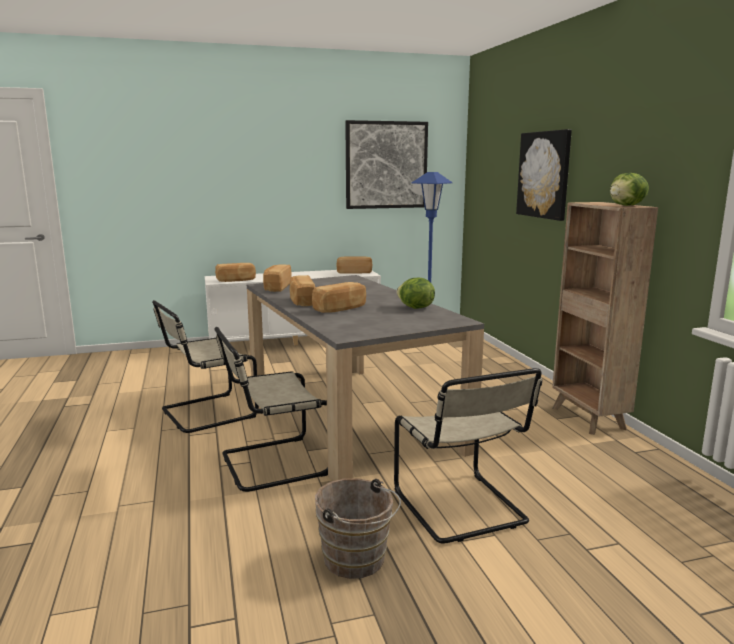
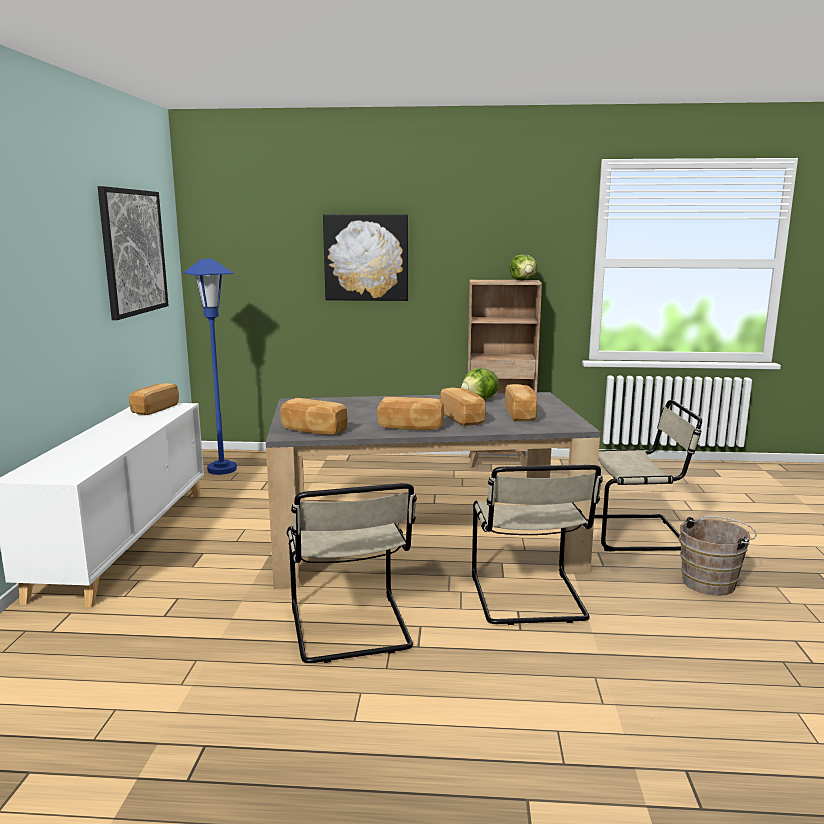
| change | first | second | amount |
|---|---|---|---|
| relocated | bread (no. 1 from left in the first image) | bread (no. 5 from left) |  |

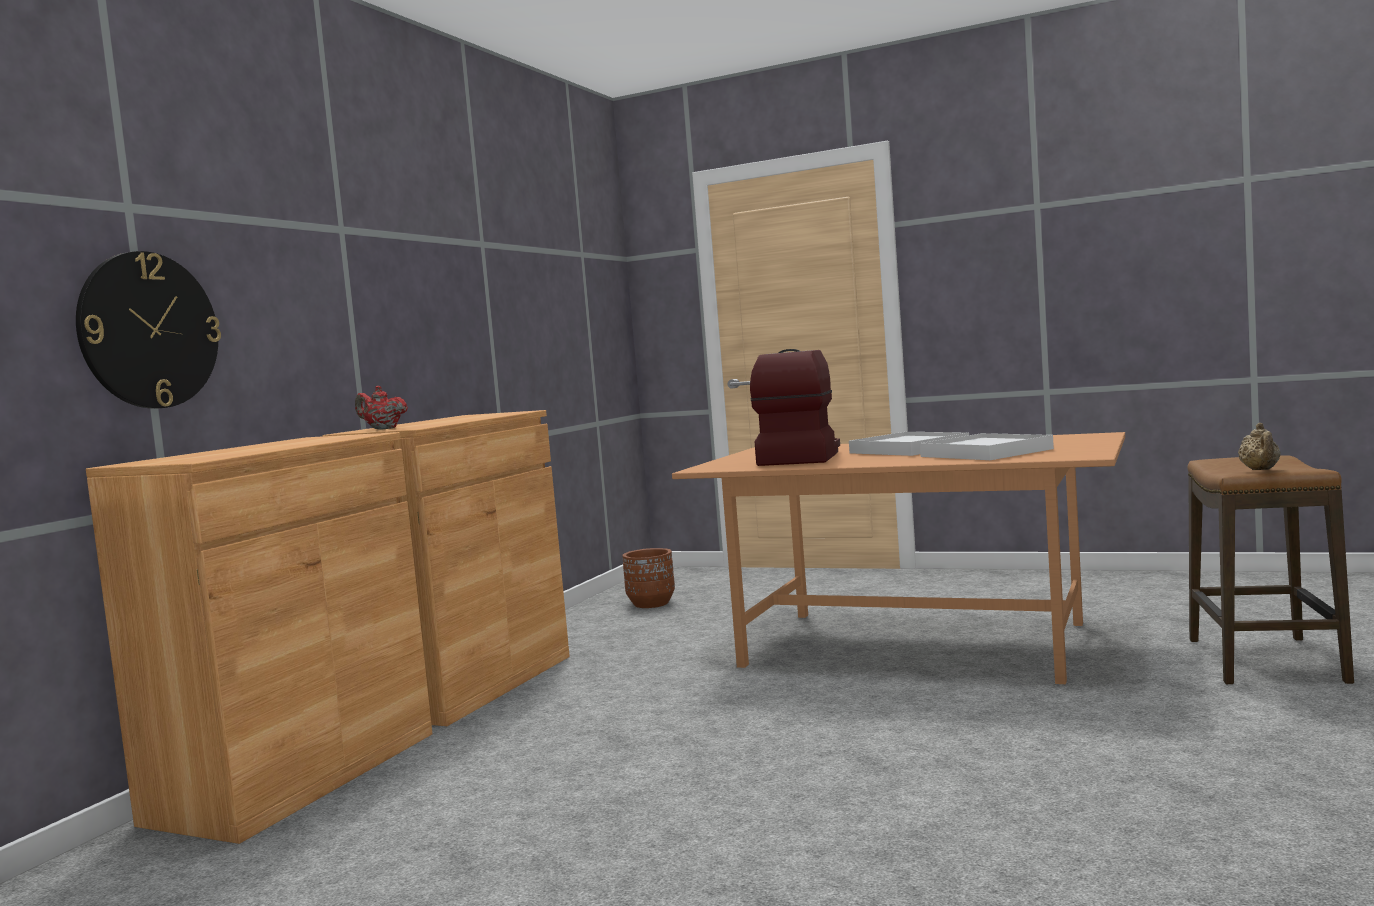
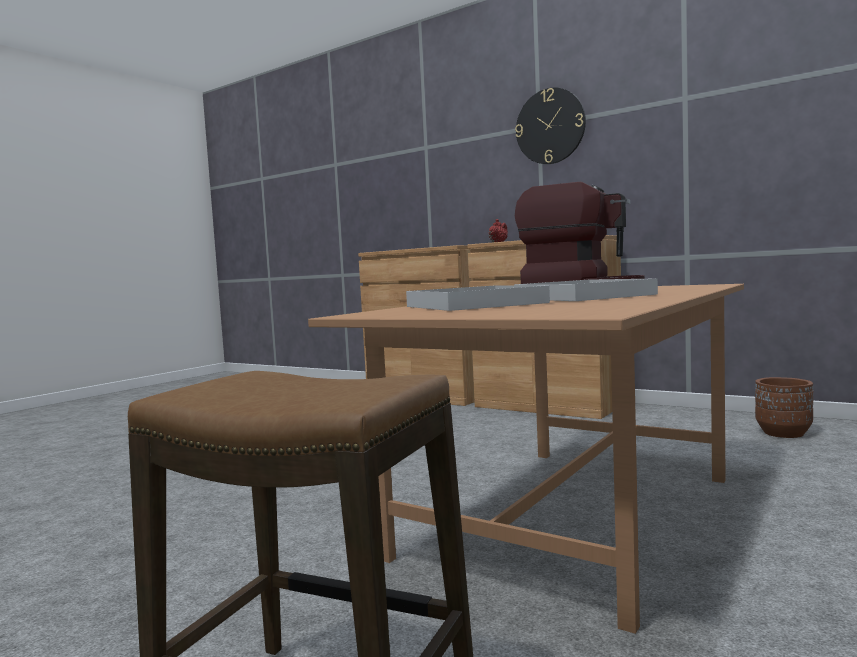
| change | first | second | amount |
|---|---|---|---|
| relocated | wall clock |  |  |
| missing | beige teapot |  |  |

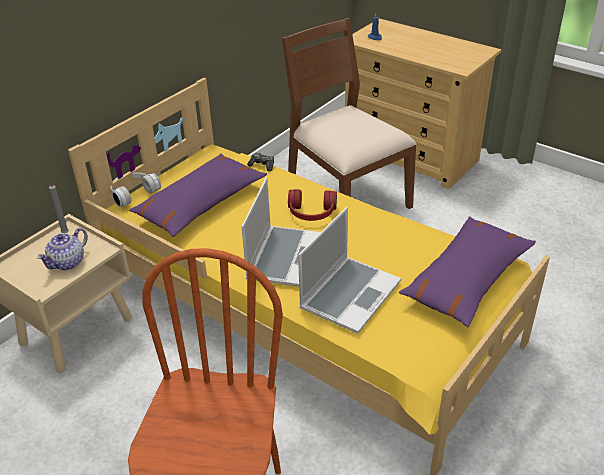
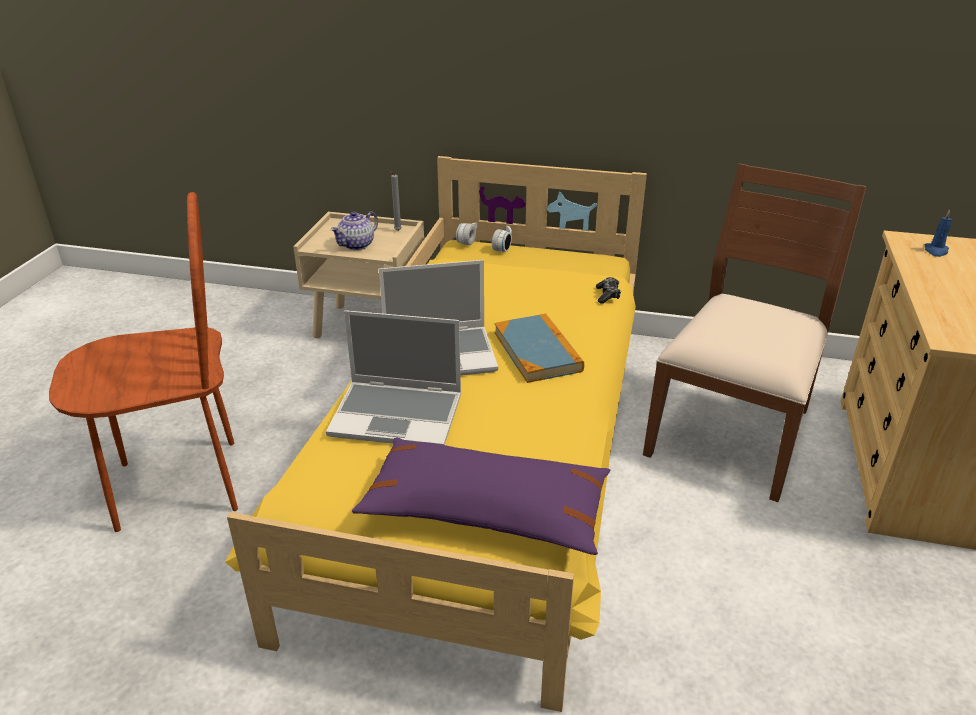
| change | first | second | amount |
|---|---|---|---|
| spun | teapot |  | 60 degrees counterclockwise |
| exchanged | red headphones | book |  |
| missing | purple pillow (no. 1 from left) |  |  |

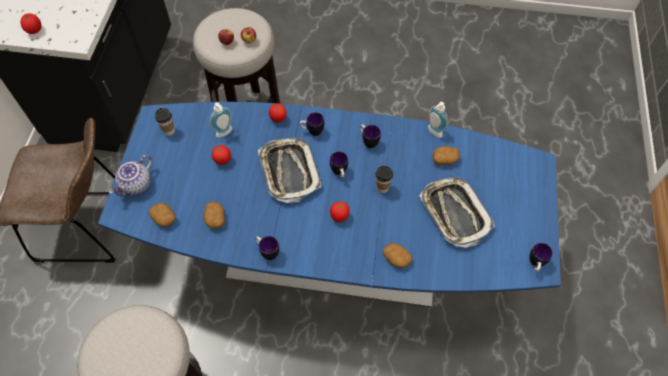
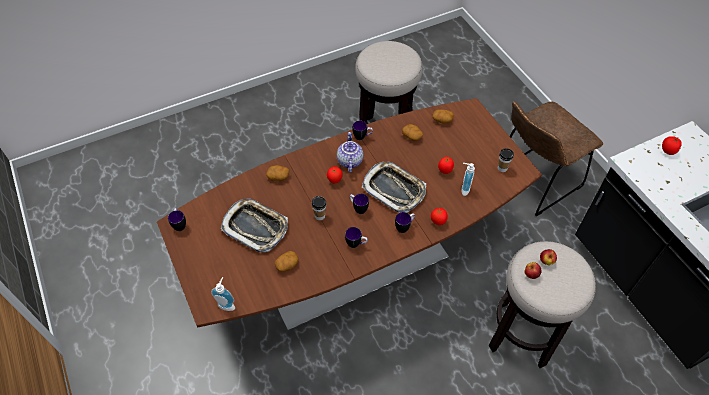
| change | first | second | amount |
|---|---|---|---|
| colour | blue dining table | brown dining table |  |
| relocated | soap dispenser (no. 2 from left in the first image) | soap dispenser (no. 1 from left) |  |
| relocated | teapot |  |  |

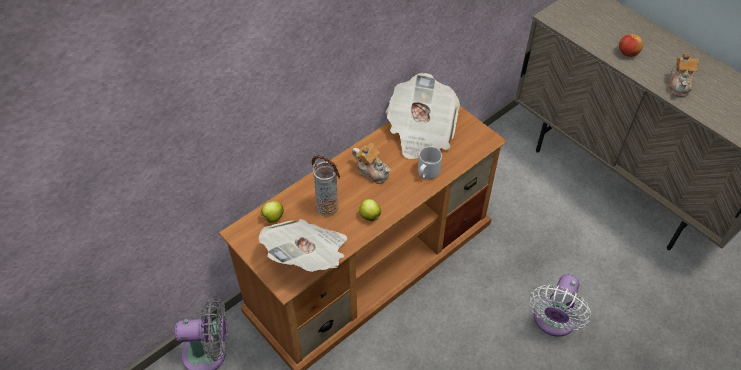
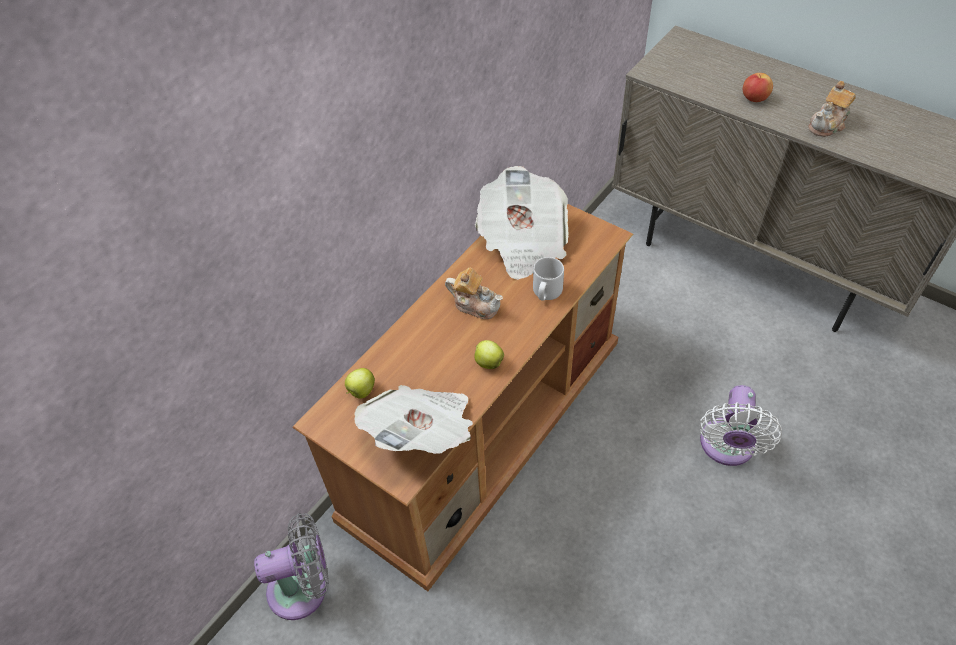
| change | first | second | amount |
|---|---|---|---|
| spun | teapot (no. 2 from left) |  | 45 degrees clockwise |
| missing | vase |  |  |

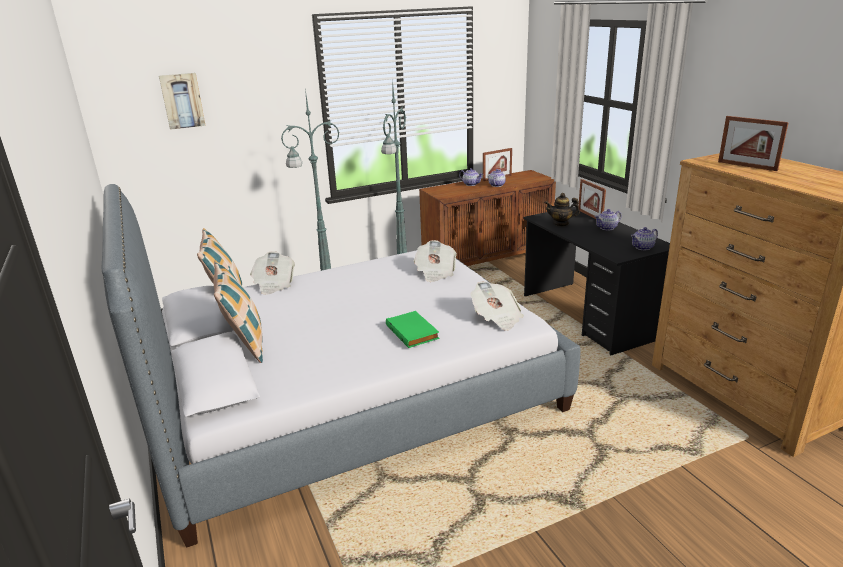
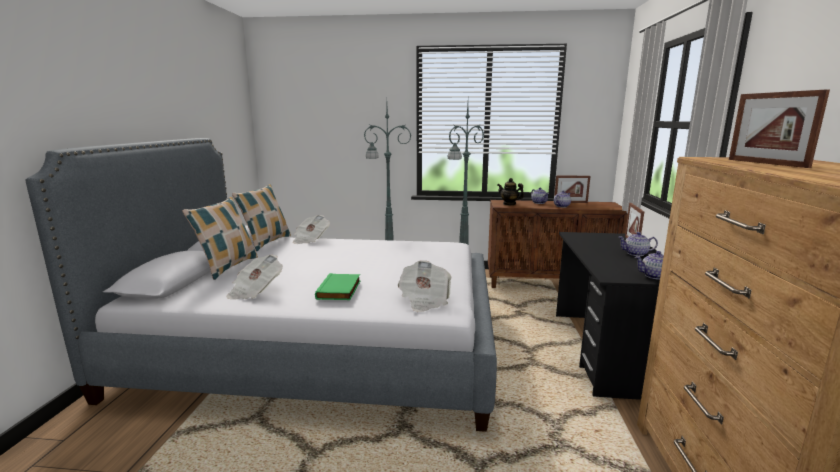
| change | first | second | amount |
|---|---|---|---|
| relocated | newspaper (no. 2 from left in the first image) | newspaper (no. 1 from left) |  |
| relocated | teapot (no. 3 from left in the first image) | teapot (no. 1 from left) |  |
| missing | picture |  |  |

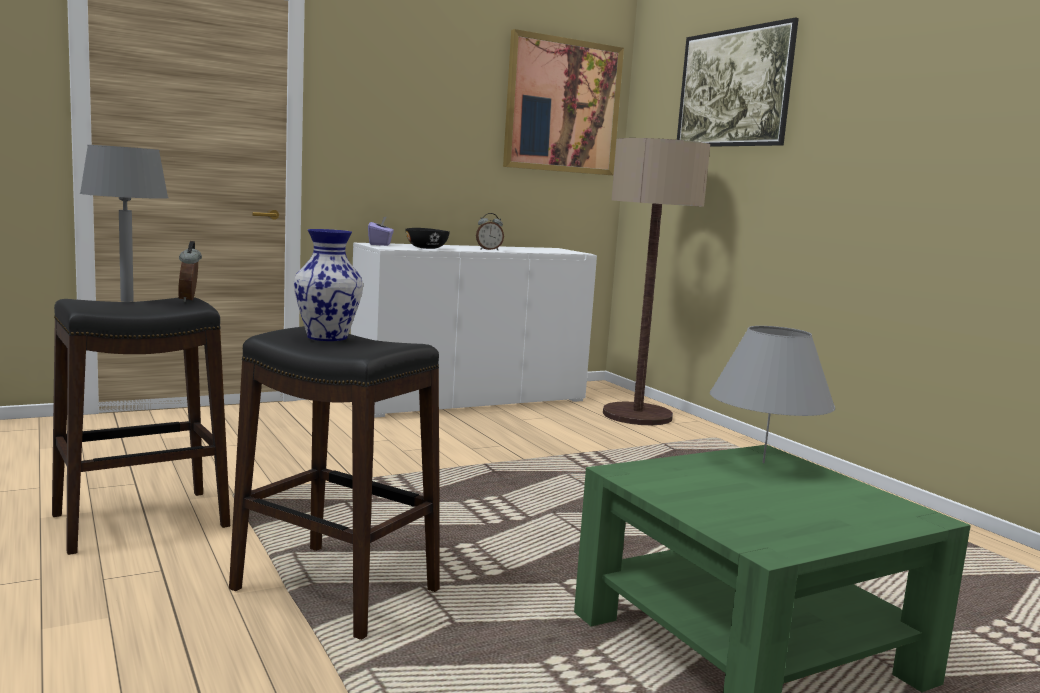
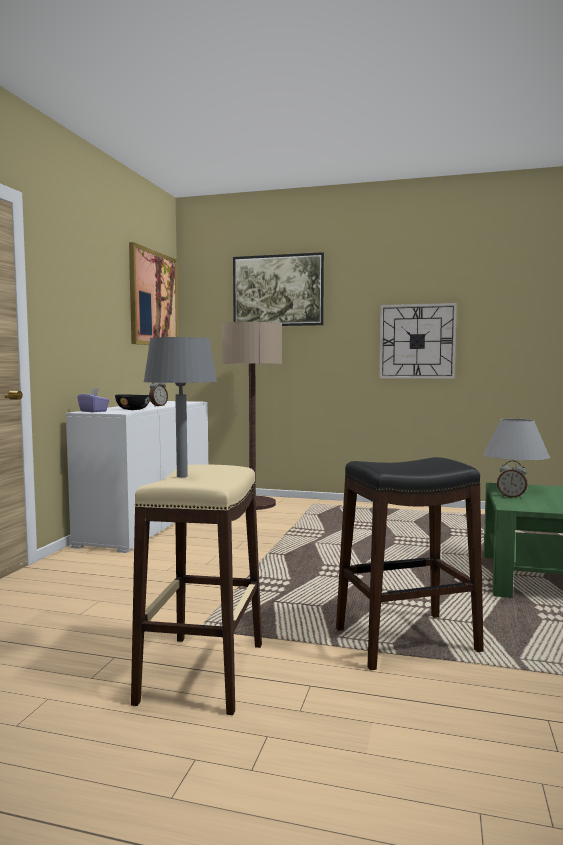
| change | first | second | amount |
|---|---|---|---|
| colour | black stool (no. 1 from left) | beige stool |  |
| appeared |  | wall clock |  |
| relocated | alarm clock (no. 1 from left in the first image) | alarm clock (no. 2 from left) |  |
| missing | vase |  |  |

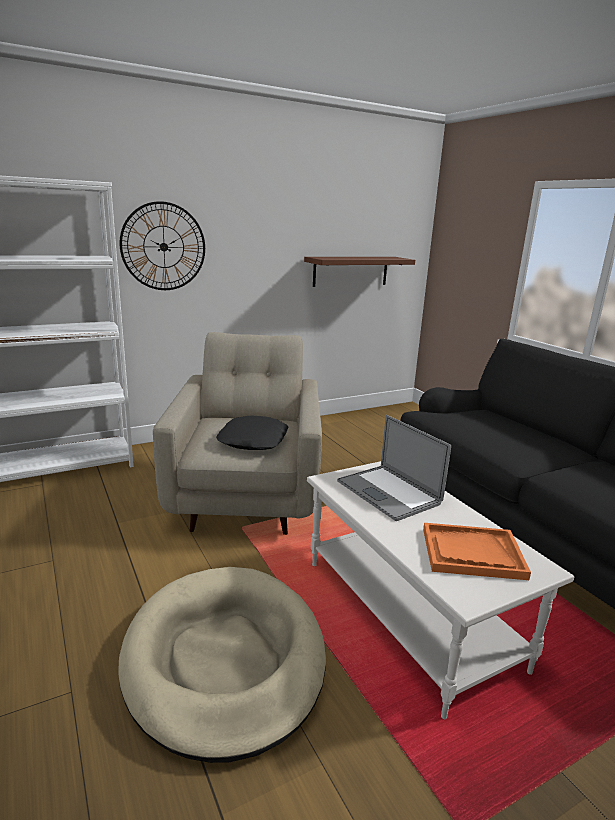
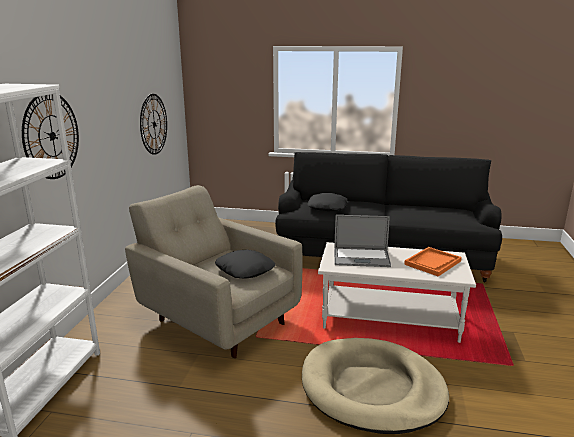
| change | first | second | amount |
|---|---|---|---|
| exchanged | brown shelf | wall clock (no. 2 from left) |  |
| appeared |  | black pillow (no. 2 from left) |  |

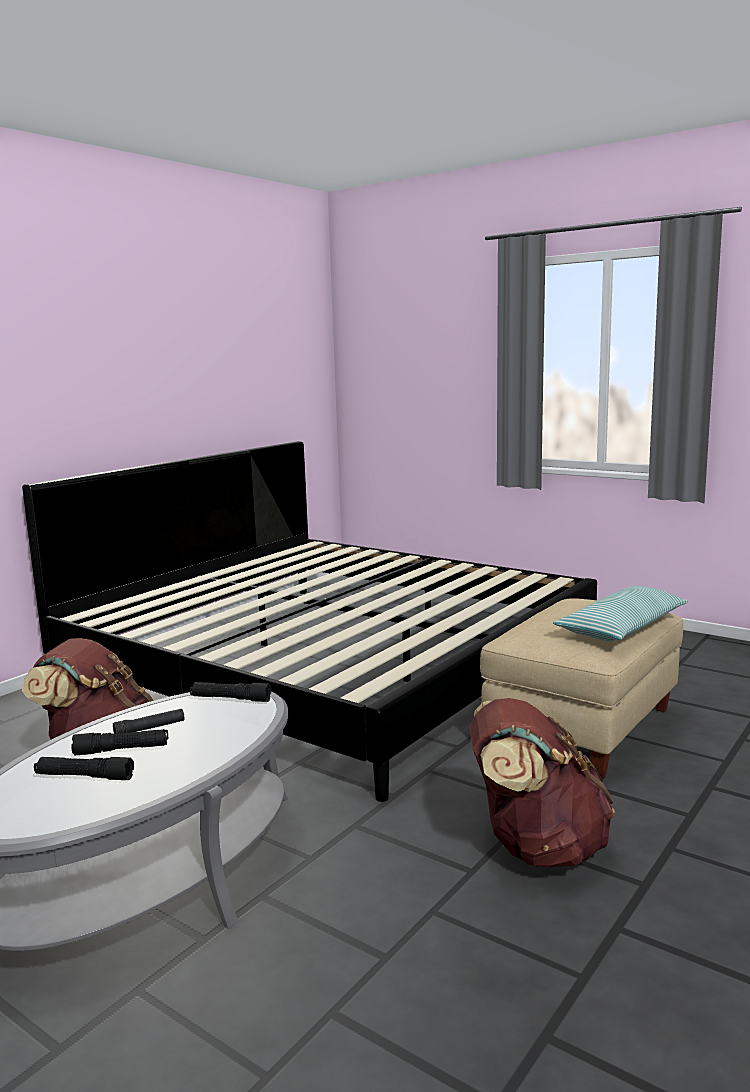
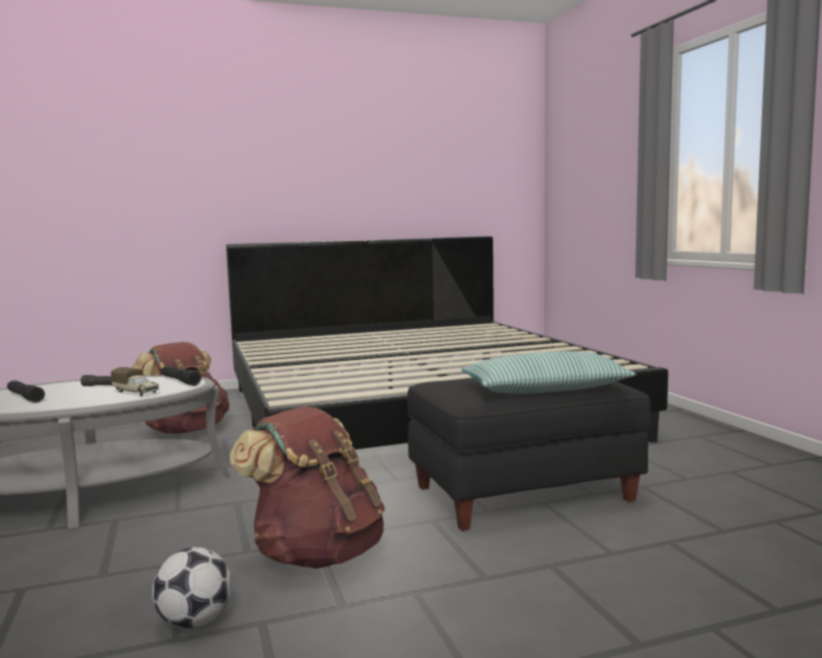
| change | first | second | amount |
|---|---|---|---|
| appeared |  | toy truck |  |
| appeared |  | football |  |
| colour | beige ottoman | black ottoman |  |
| missing | black flashlight (no. 2 from left) |  |  |

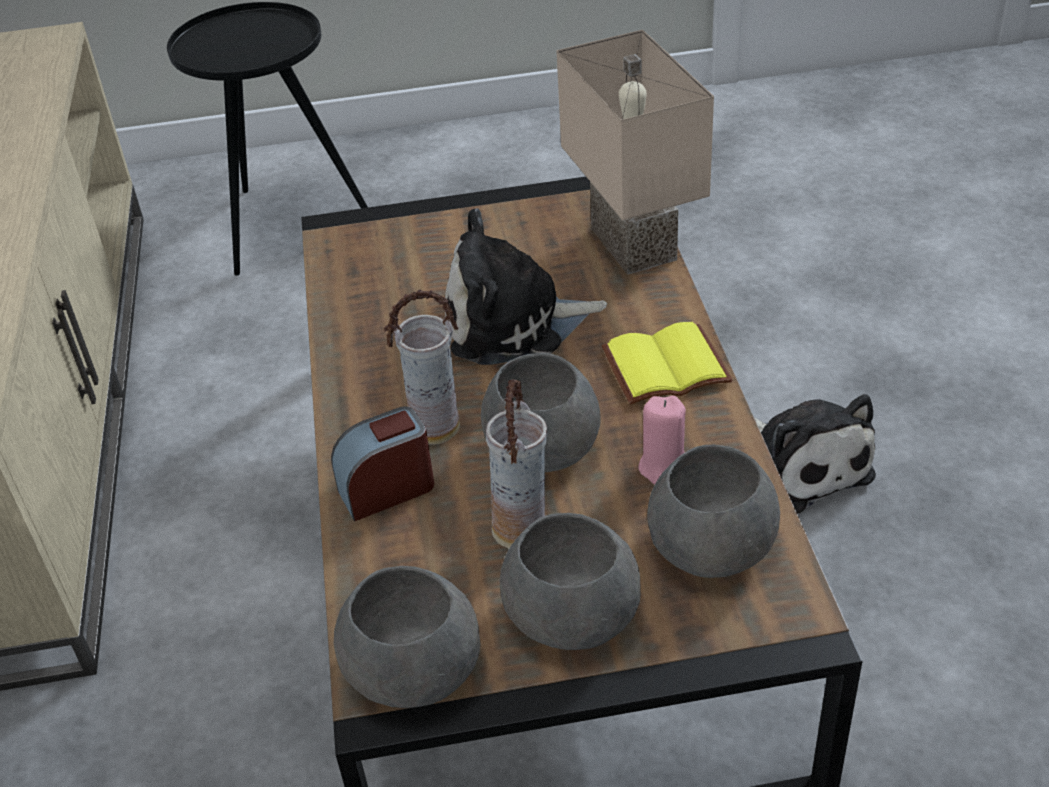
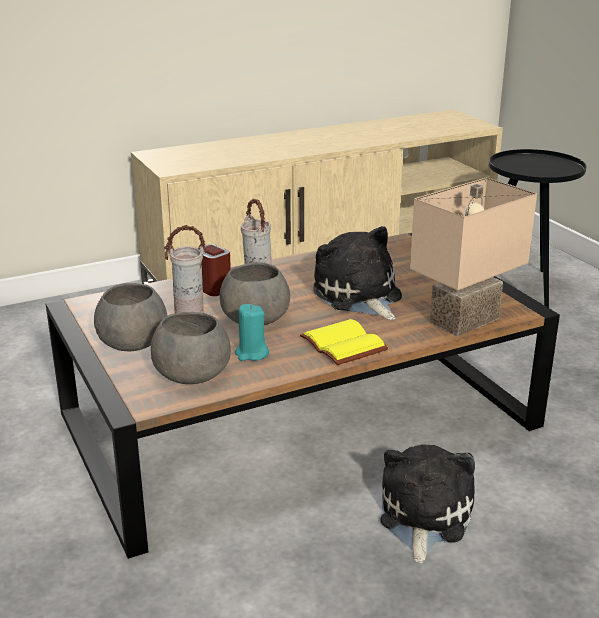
| change | first | second | amount |
|---|---|---|---|
| colour | pink candle | turquoise candle |  |
| spun | plush toy (no. 2 from left) |  | 150 degrees clockwise |
| missing | grey bowl (no. 1 from left) |  |  |

